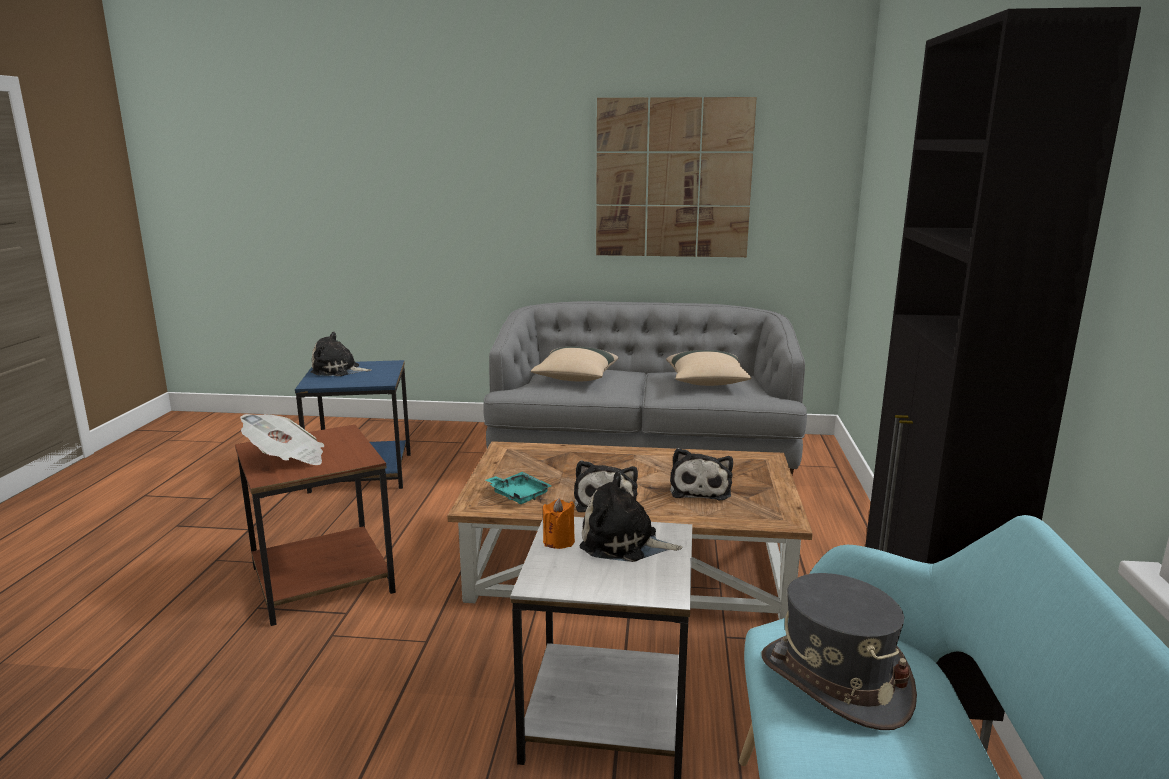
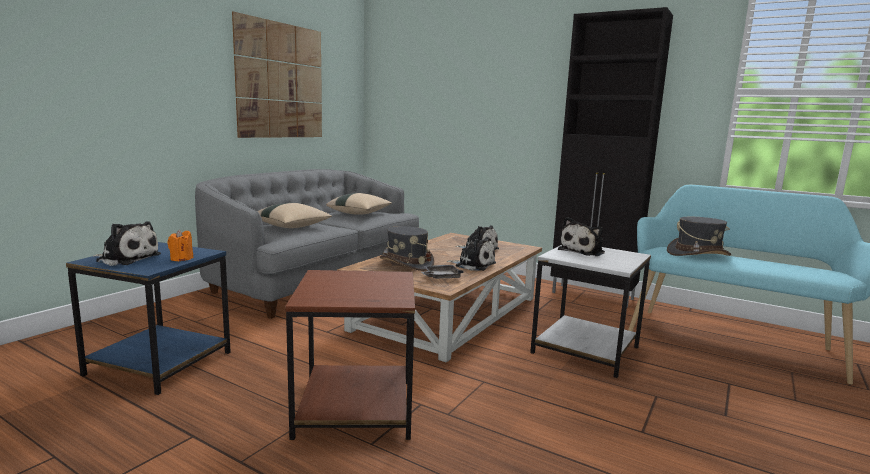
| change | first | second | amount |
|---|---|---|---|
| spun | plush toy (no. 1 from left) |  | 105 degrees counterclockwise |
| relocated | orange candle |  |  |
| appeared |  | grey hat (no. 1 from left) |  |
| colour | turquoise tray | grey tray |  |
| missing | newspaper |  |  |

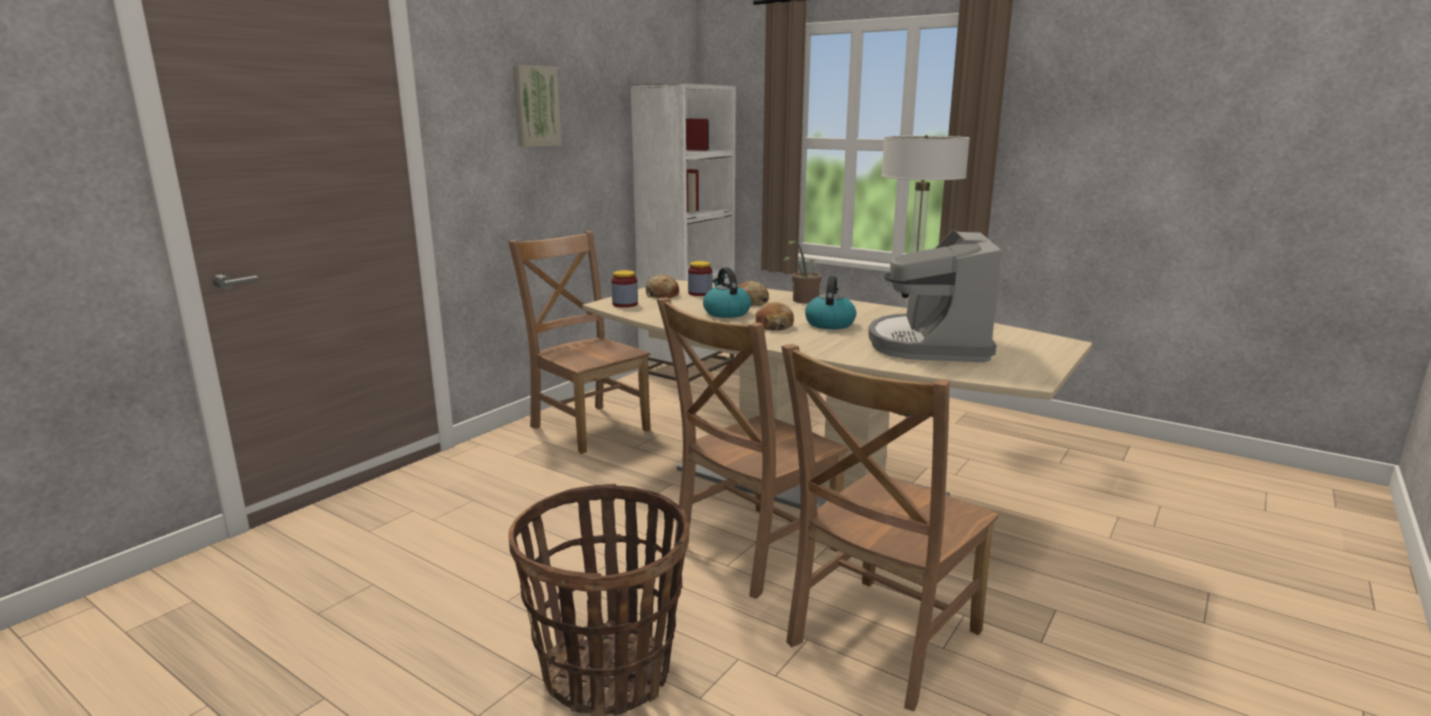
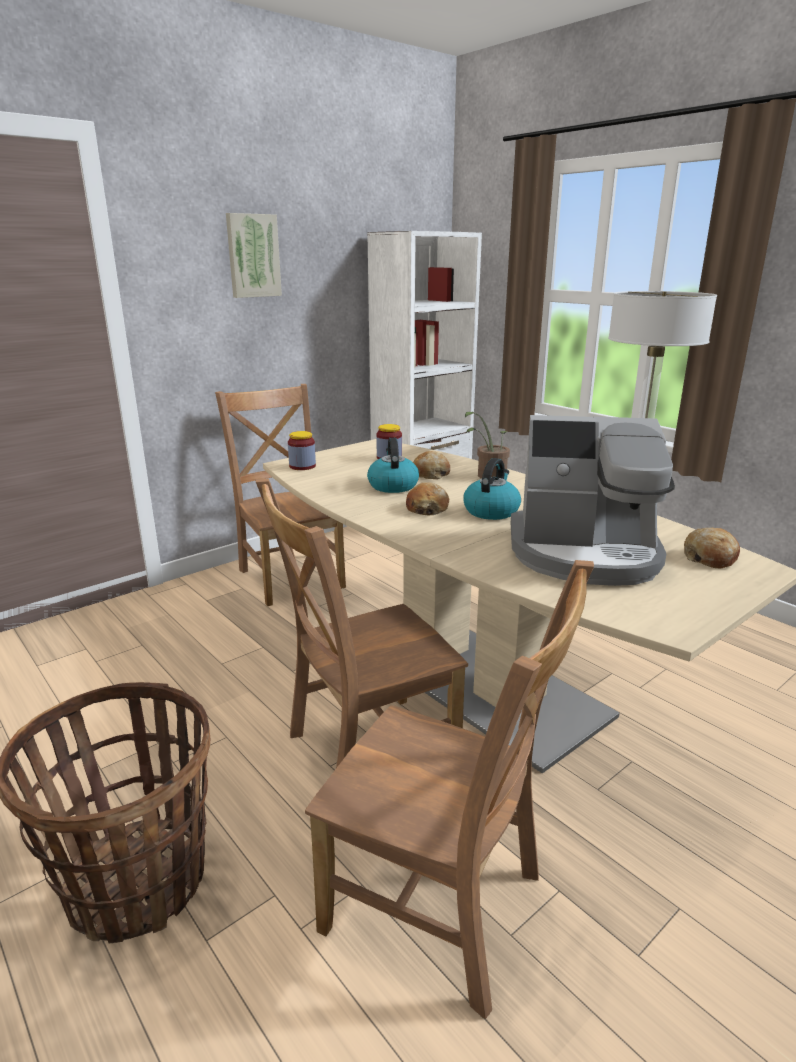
| change | first | second | amount |
|---|---|---|---|
| spun | brown chair (no. 3 from left) |  | 120 degrees counterclockwise |
| spun | coffee machine |  | 105 degrees counterclockwise |
| relocated | bread (no. 1 from left in the first image) | bread (no. 3 from left) |  |

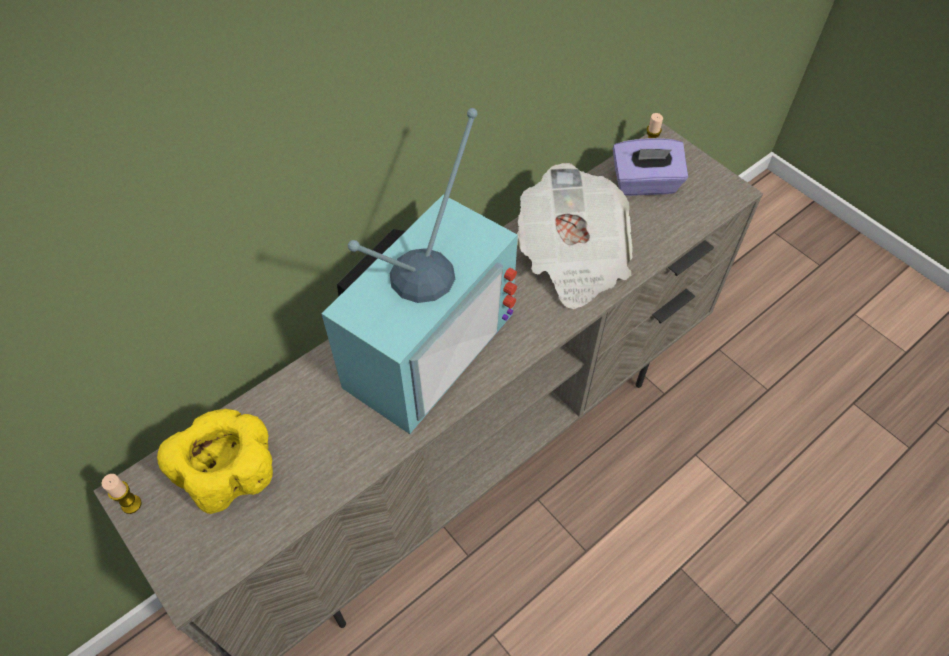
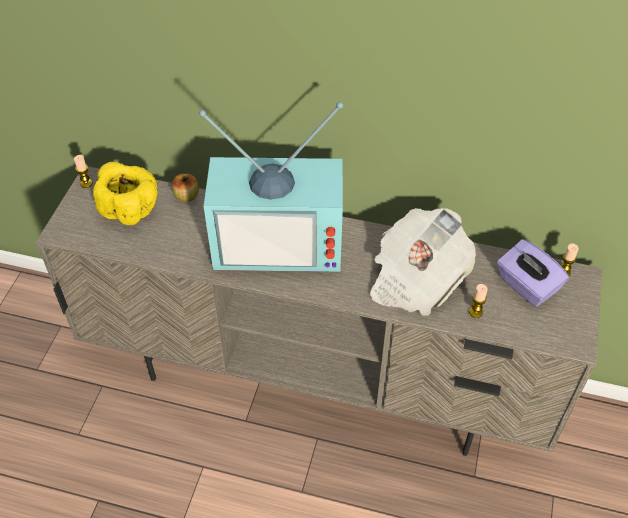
| change | first | second | amount |
|---|---|---|---|
| appeared |  | apple |  |
| appeared |  | candle (no. 2 from left) |  |

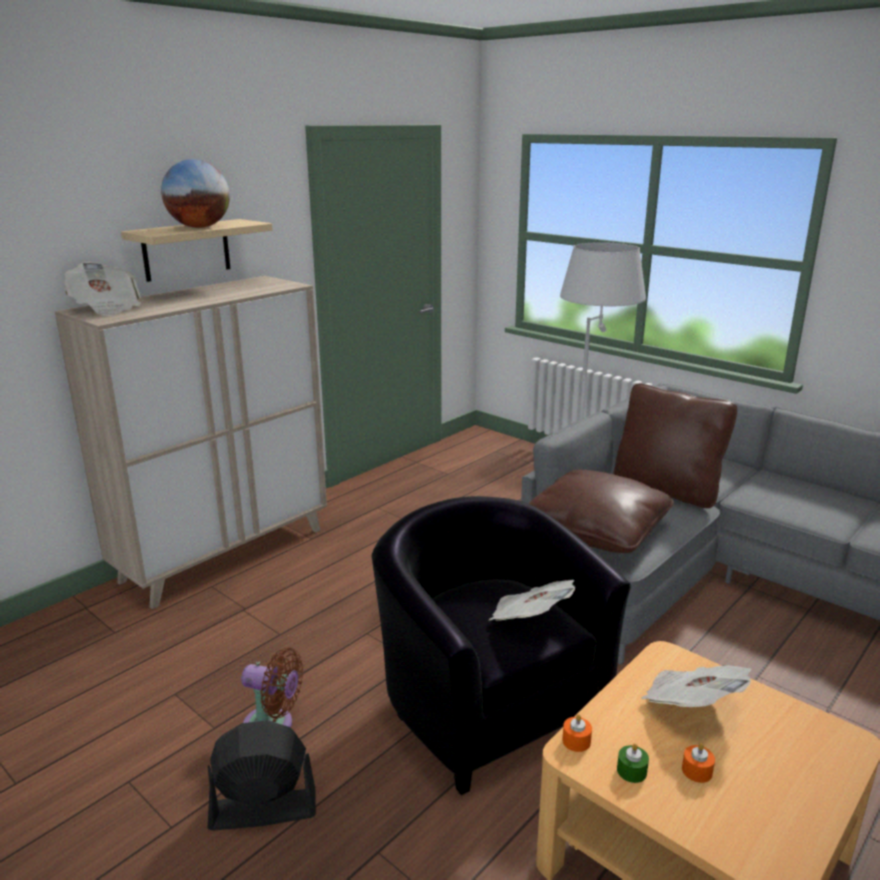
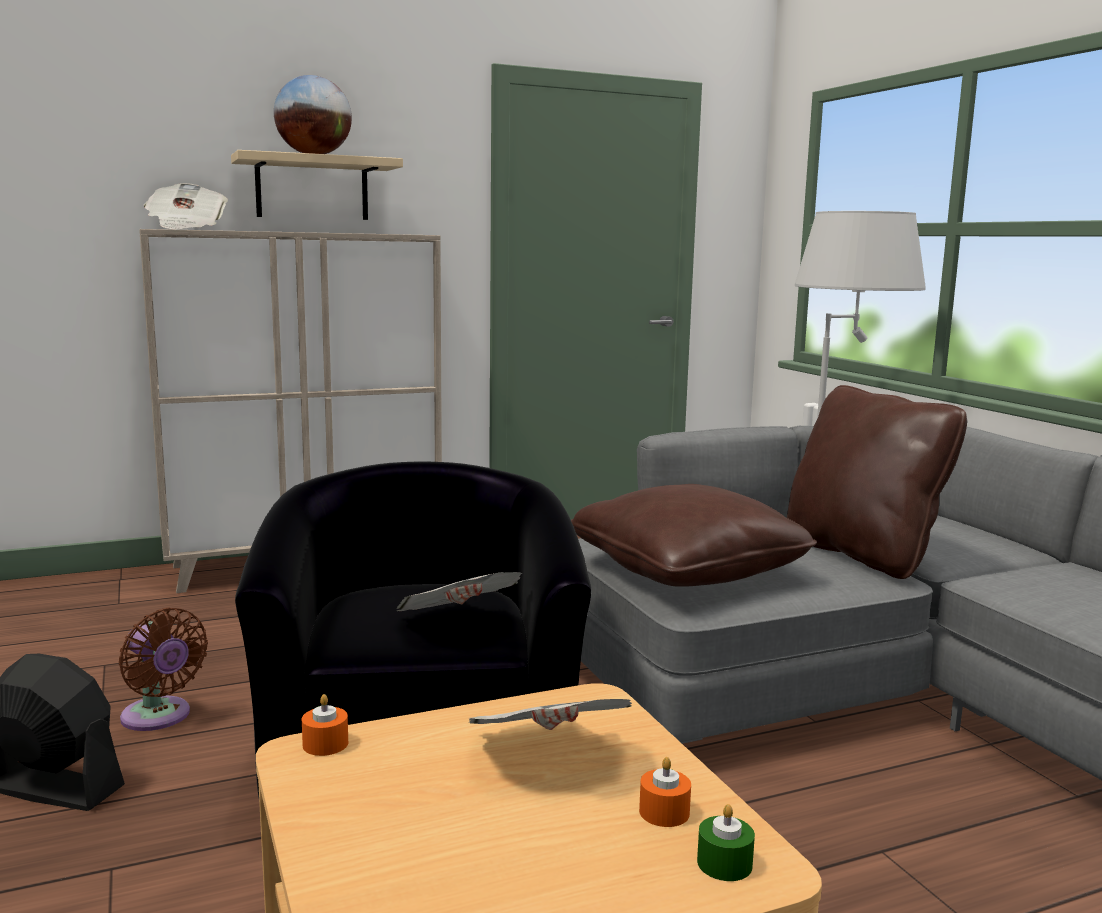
| change | first | second | amount |
|---|---|---|---|
| relocated | orange candle (no. 2 from left) |  |  |
| relocated | green candle |  |  |

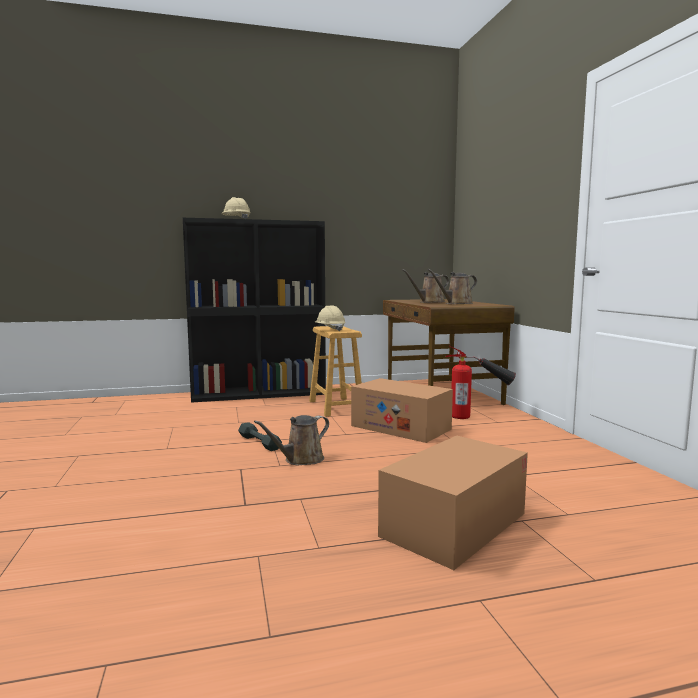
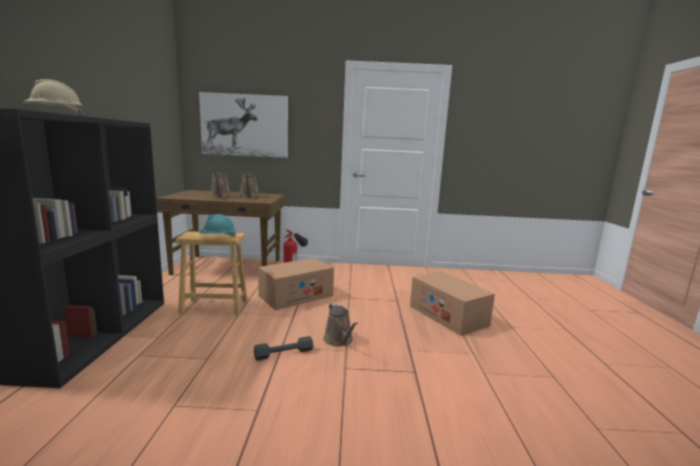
| change | first | second | amount |
|---|---|---|---|
| appeared |  | picture |  |
| colour | beige hard hat (no. 2 from left) | turquoise hard hat |  |

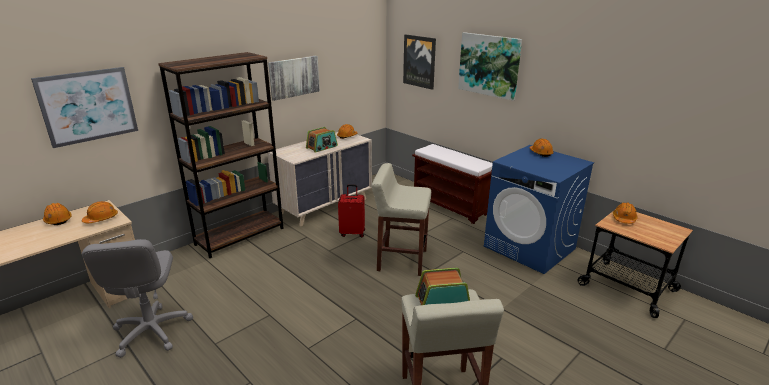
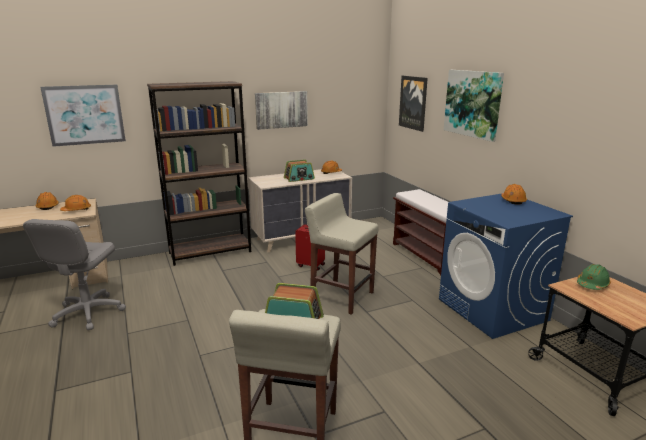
| change | first | second | amount |
|---|---|---|---|
| colour | orange hard hat (no. 5 from left) | green hard hat |  |

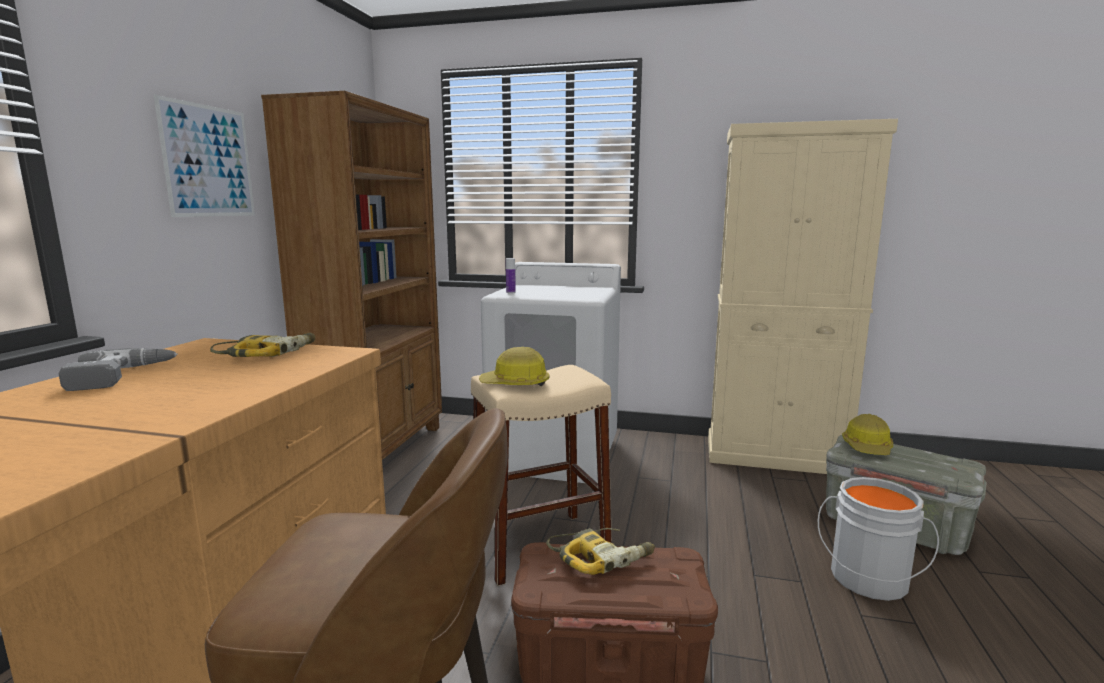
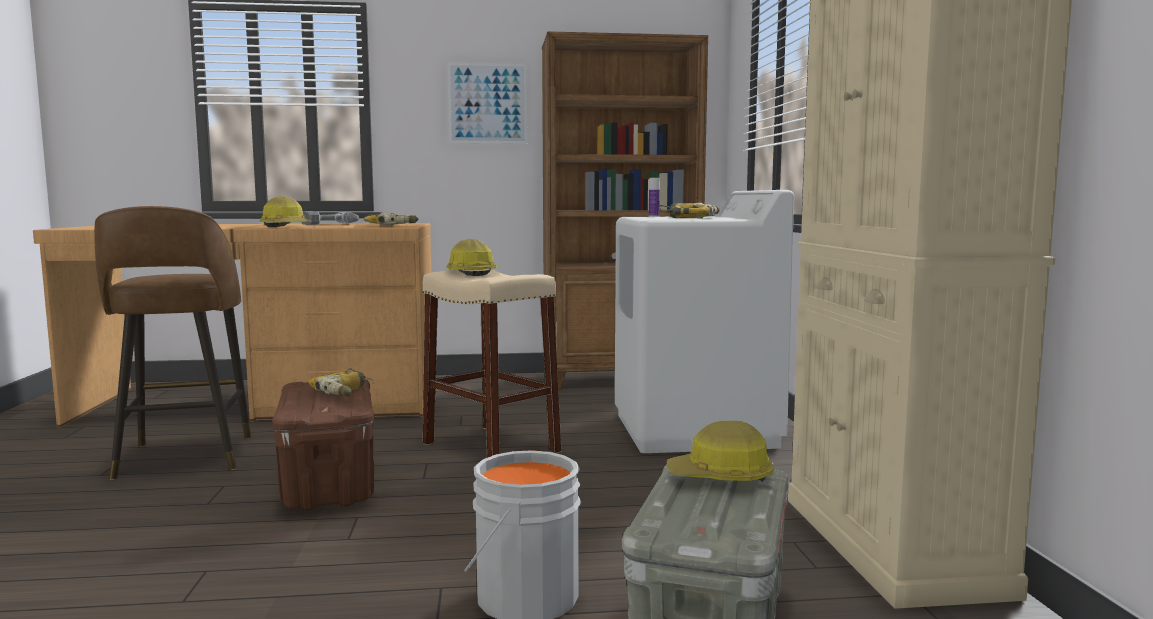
| change | first | second | amount |
|---|---|---|---|
| appeared |  | hard hat (no. 1 from left) |  |
| appeared |  | power drill (no. 4 from left) |  |

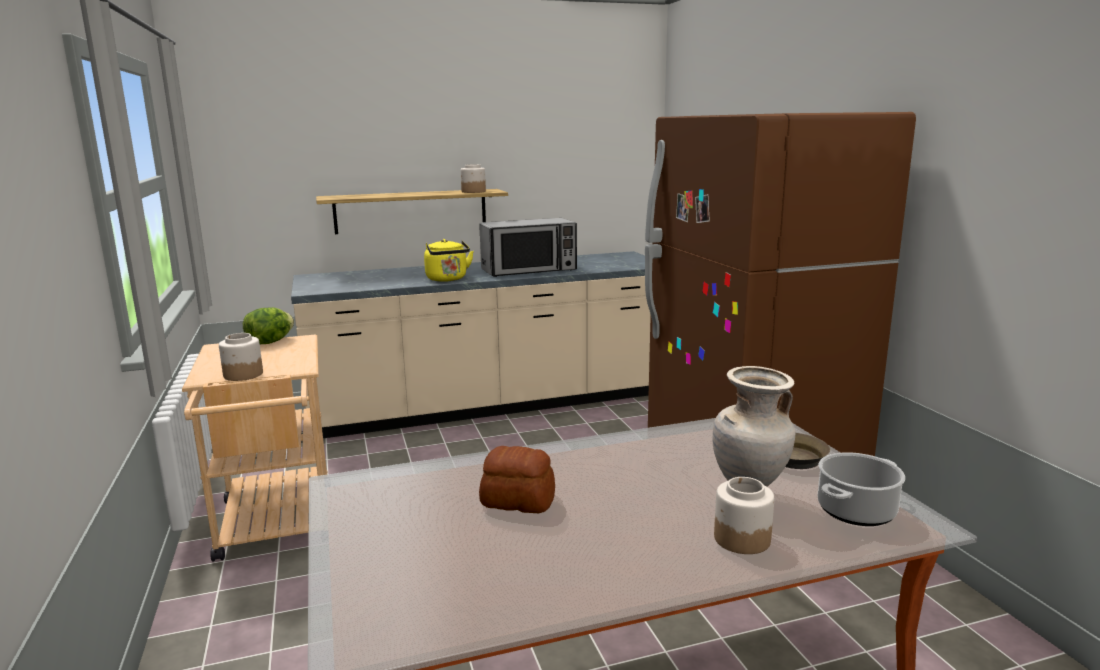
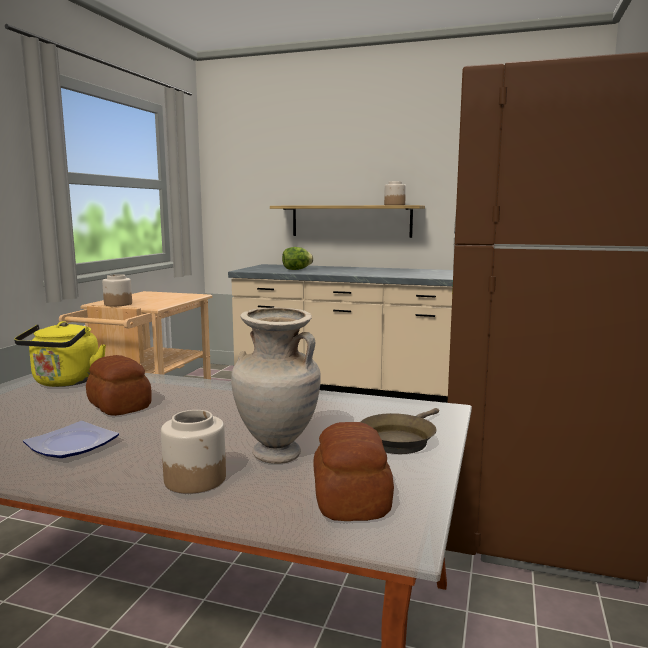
| change | first | second | amount |
|---|---|---|---|
| relocated | yellow kettle |  |  |
| appeared |  | plate |  |
| relocated | lettuce |  |  |
| exchanged | cooking pot | bread (no. 2 from left) |  |
| missing | microwave |  |  |

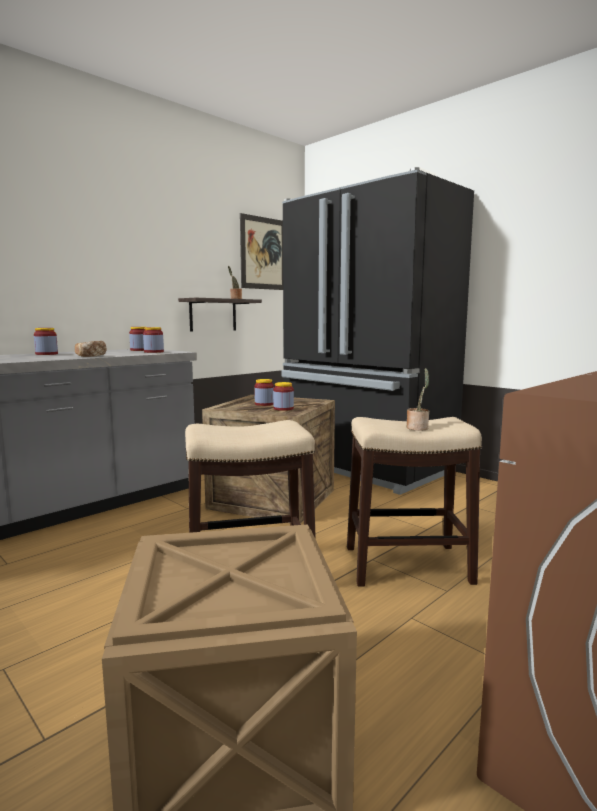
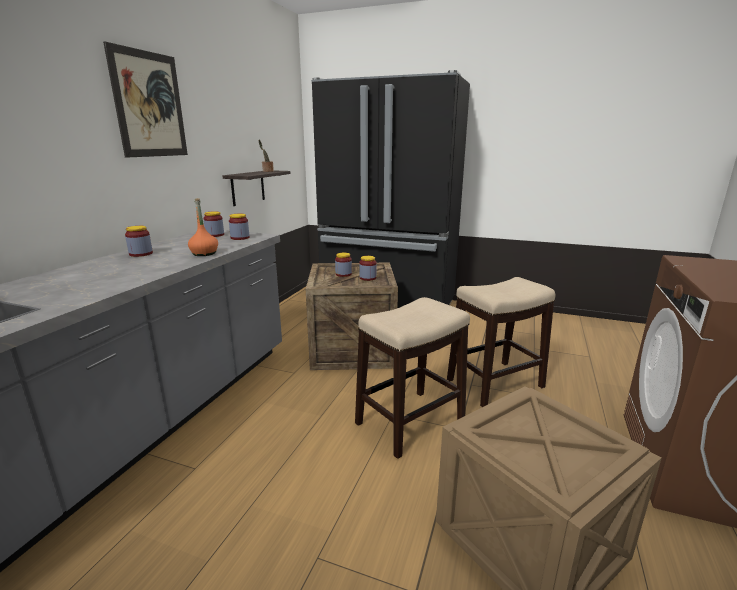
| change | first | second | amount |
|---|---|---|---|
| relocated | picture |  |  |
| exchanged | bread | orange bottle |  |
| missing | potted plant (no. 2 from left) |  |  |

